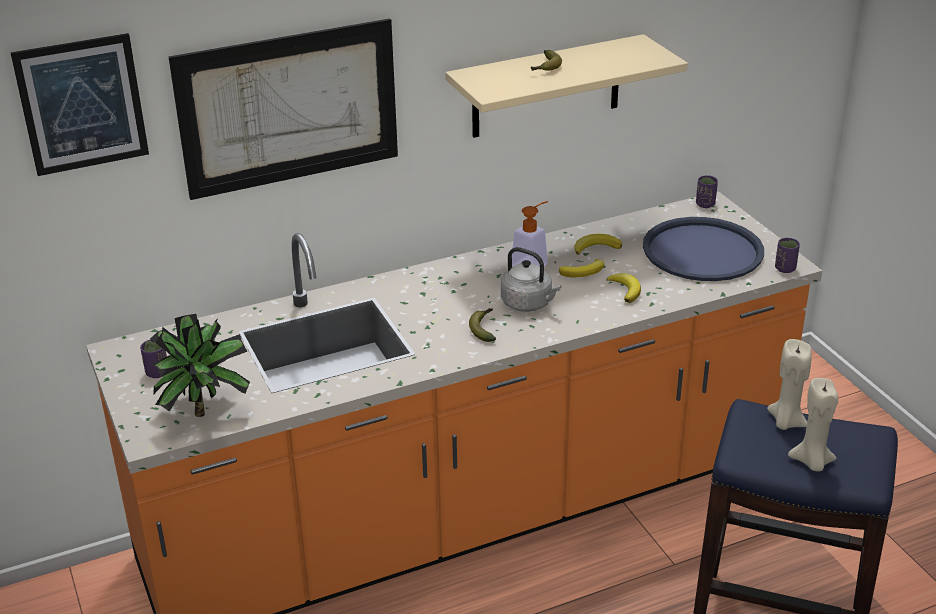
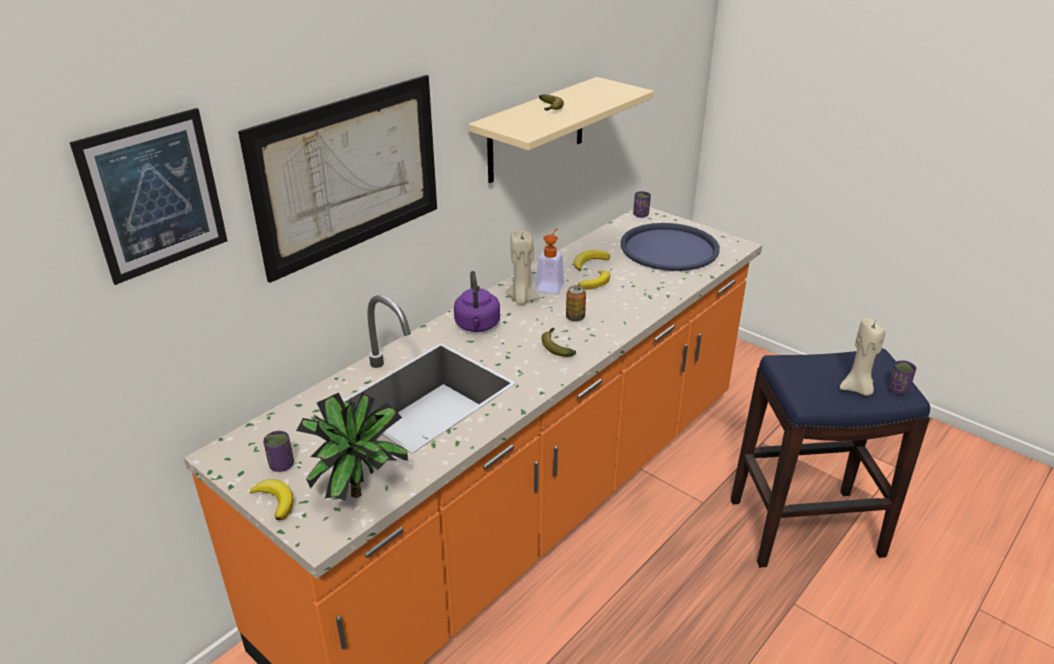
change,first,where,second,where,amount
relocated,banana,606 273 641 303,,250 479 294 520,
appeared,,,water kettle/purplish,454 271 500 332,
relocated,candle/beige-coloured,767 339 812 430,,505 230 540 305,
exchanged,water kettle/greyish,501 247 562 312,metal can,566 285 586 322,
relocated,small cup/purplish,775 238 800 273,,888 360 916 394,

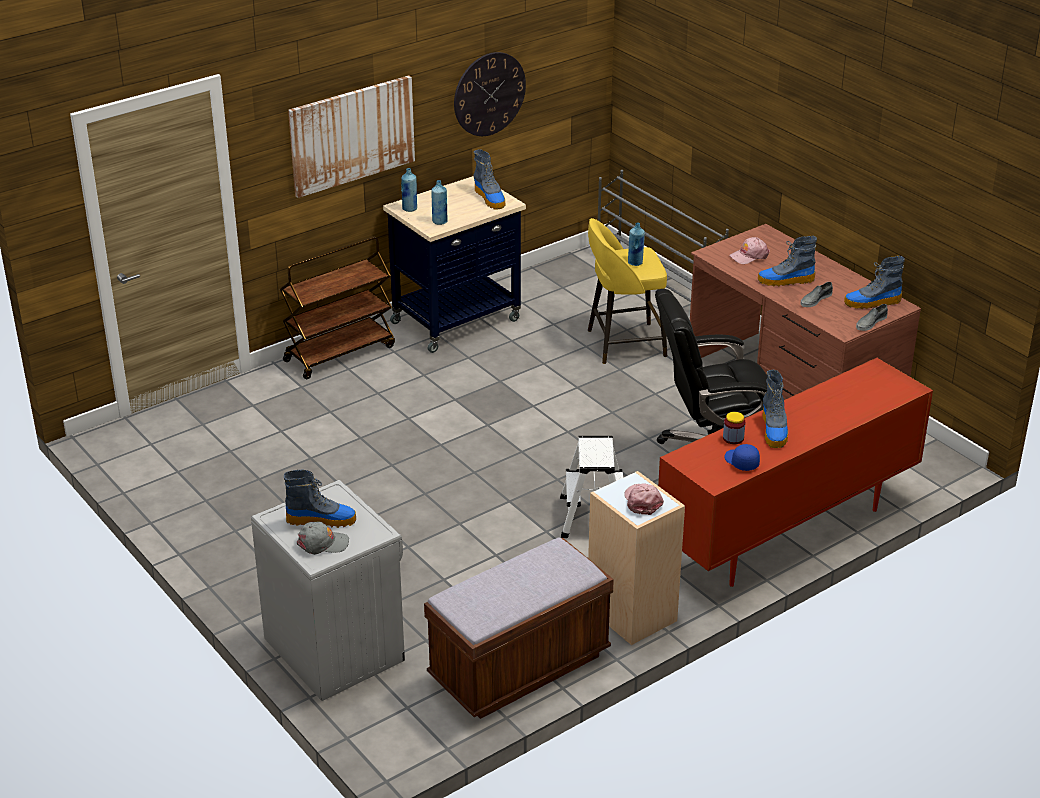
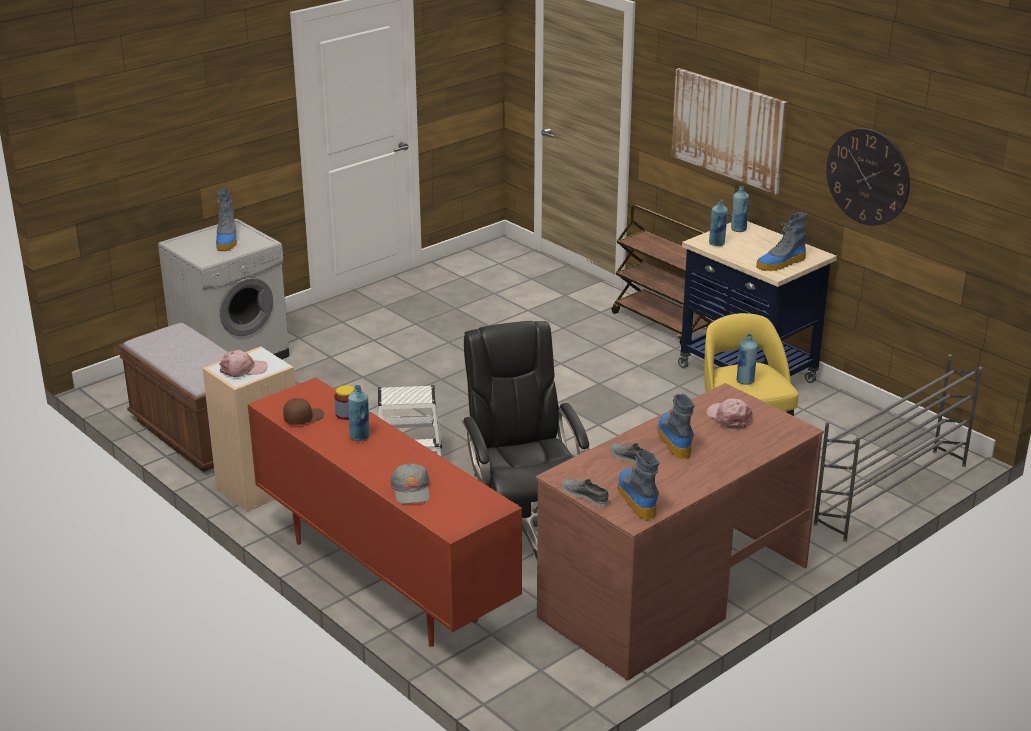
change,first,where,second,where,amount
colour,cap/blue-coloured,724 444 760 471,cap/brownish,283 398 324 425,
exchanged,boot,763 370 788 448,beverage bottle/blue-coloured,348 385 369 441,
relocated,cap/greyish,297 521 349 555,,390 464 430 504,

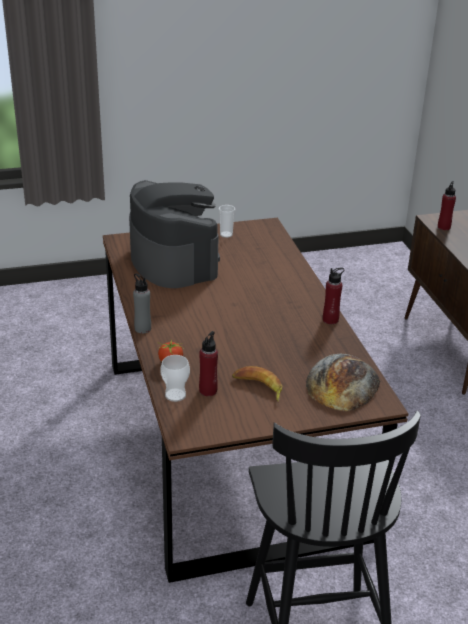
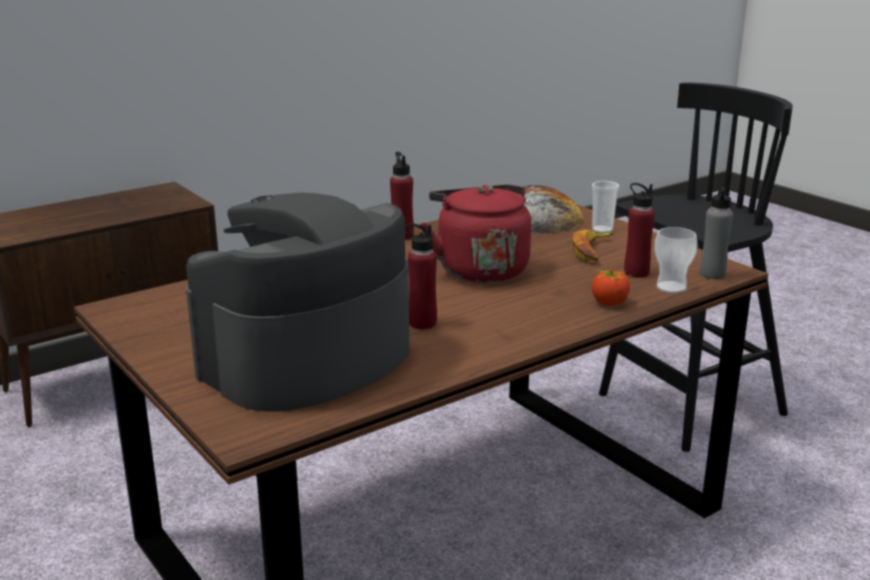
change,first,where,second,where,amount
relocated,beverage bottle/red-coloured,438 181 456 230,,407 223 437 329,
appeared,,,water kettle/red-coloured,420 185 531 283,
relocated,small cup,219 205 235 238,,592 181 619 233,
relocated,beverage bottle/greyish,133 274 151 333,,700 183 733 280,

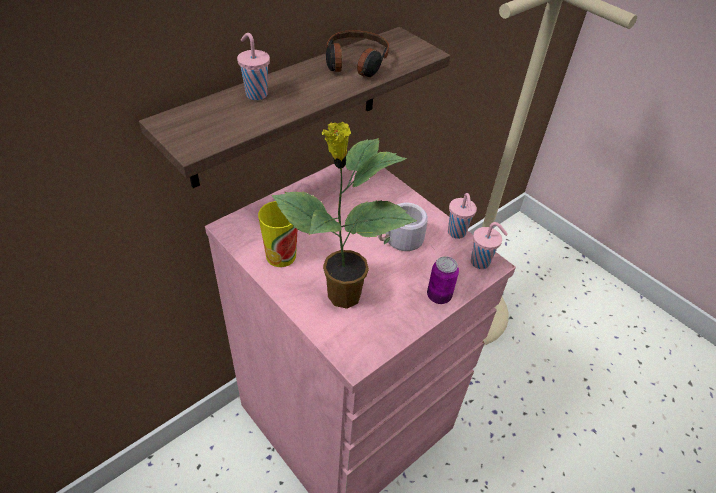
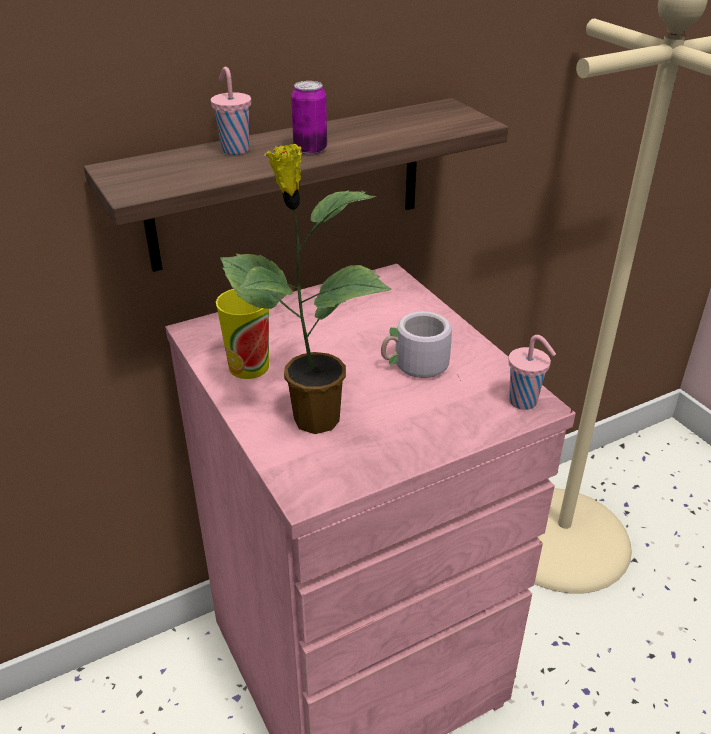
change,first,where,second,where,amount
relocated,metal can,427 256 459 304,,291 81 327 155,
missing,headset,326 30 389 77,,,
missing,small cup/pink,448 193 477 239,,,

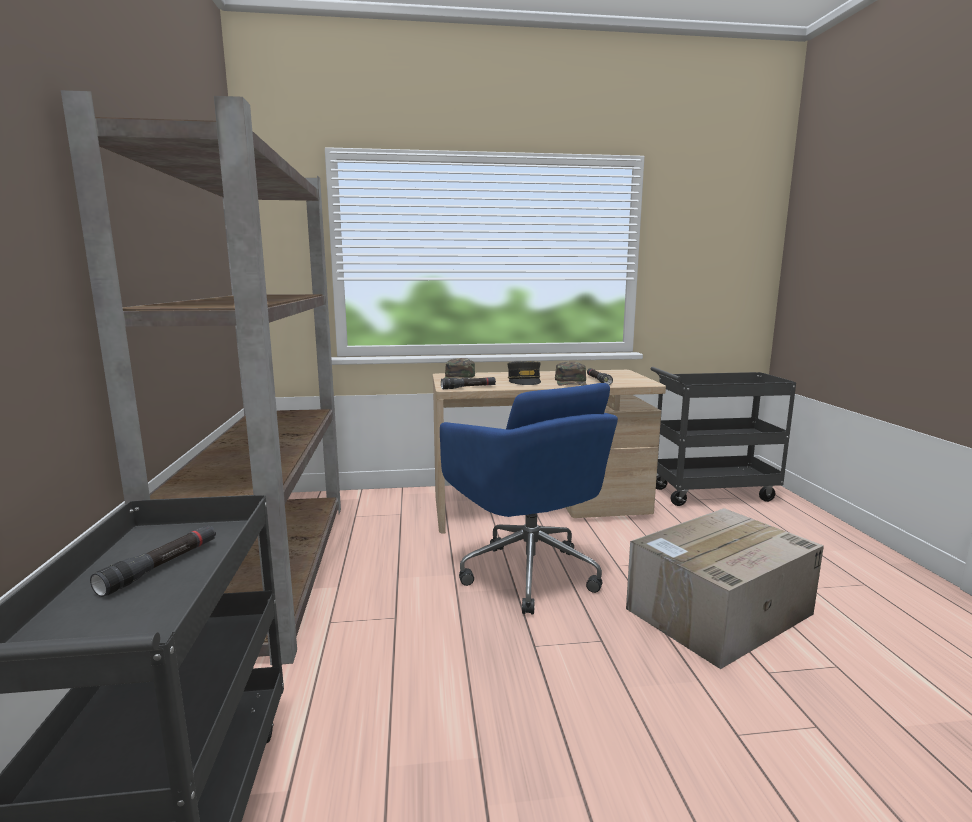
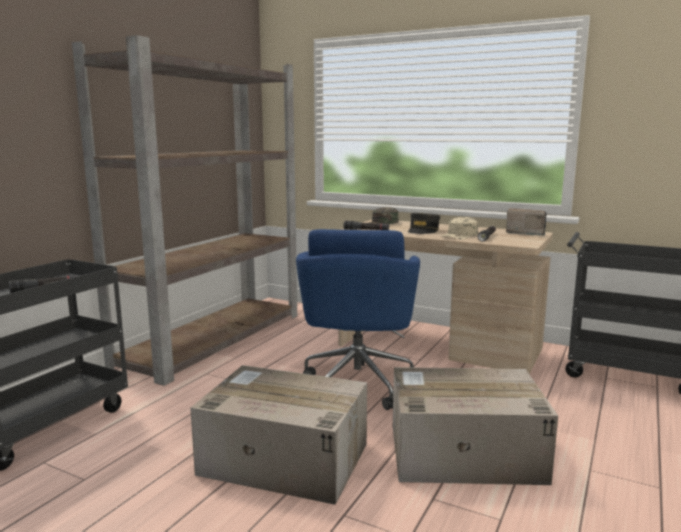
change,first,where,second,where,amount
appeared,,,cardboard box,190 365 367 505,
colour,cap/greenish,555 361 587 386,cap/beige-coloured,440 217 478 240,
appeared,,,radio receiver,506 208 547 235,

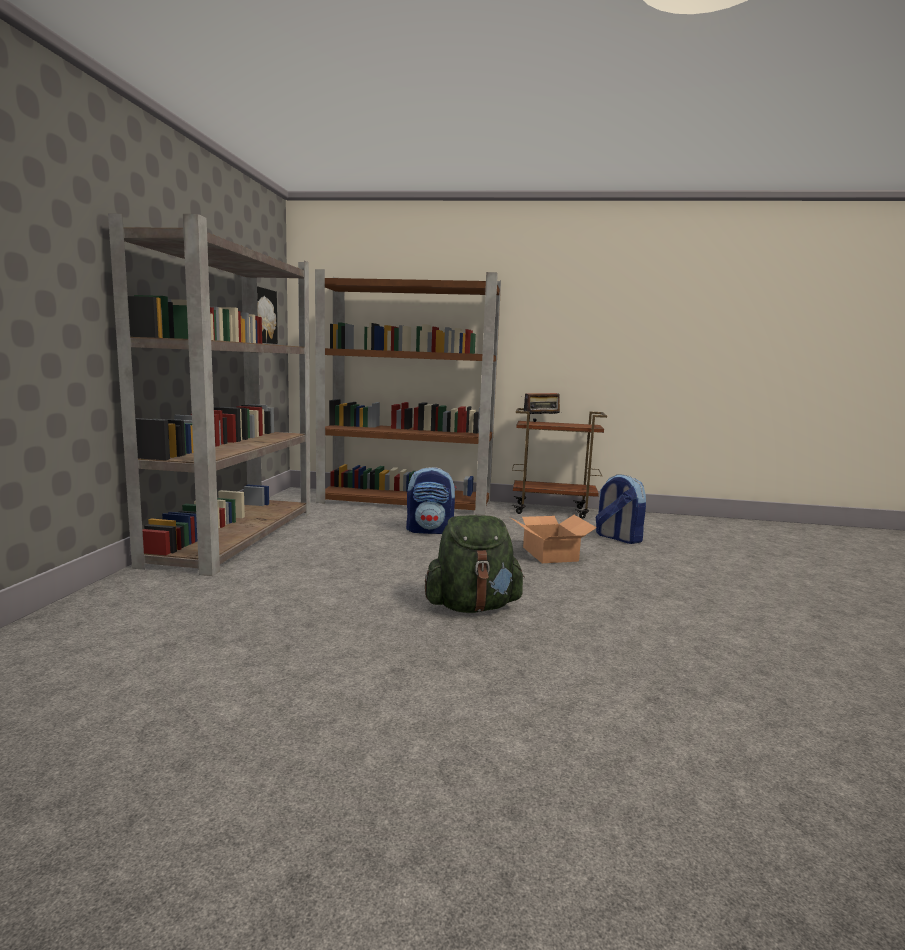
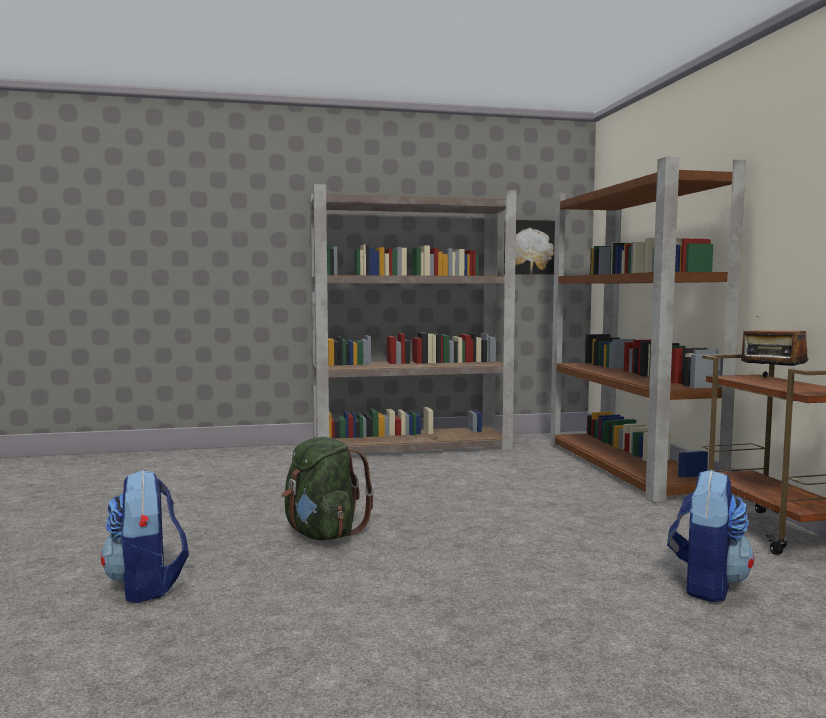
change,first,where,second,where,amount
relocated,knapsack,406 467 457 534,,101 470 189 603,
missing,cardboard box,510 515 597 563,,,

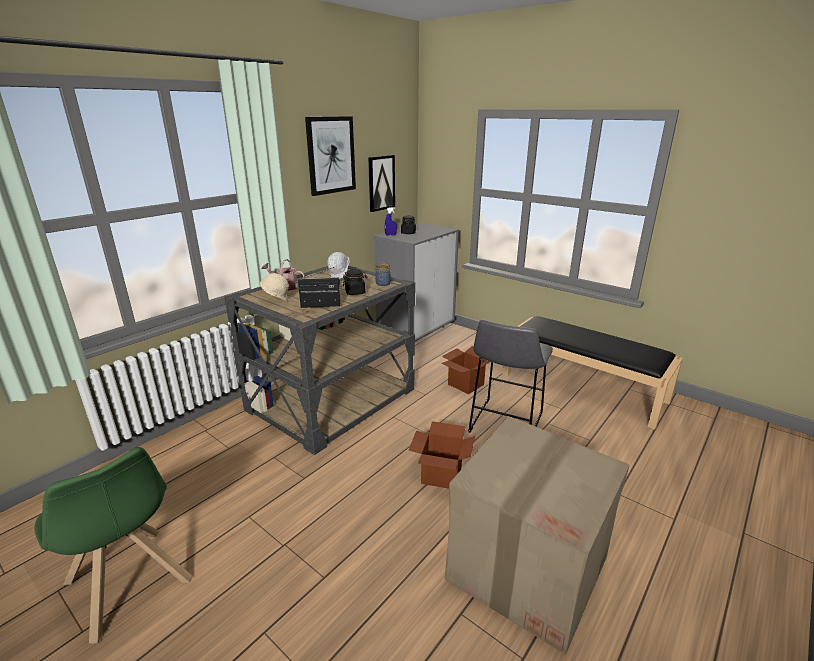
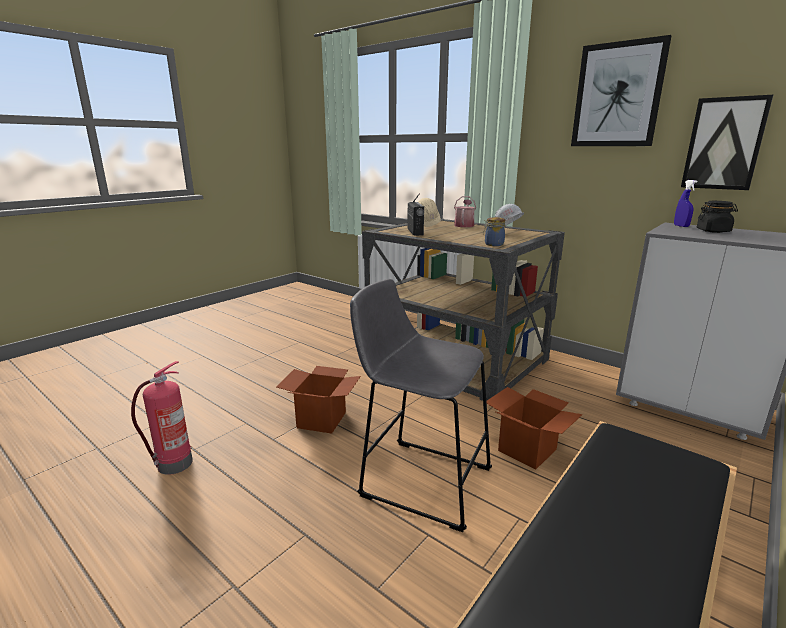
change,first,where,second,where,amount
exchanged,cardboard box,445 416 630 655,fire-fighting cylinder,131 361 193 475,
missing,chair/greenish,34 447 193 643,,,
missing,preserve jar/black-coloured,343 269 367 295,,,

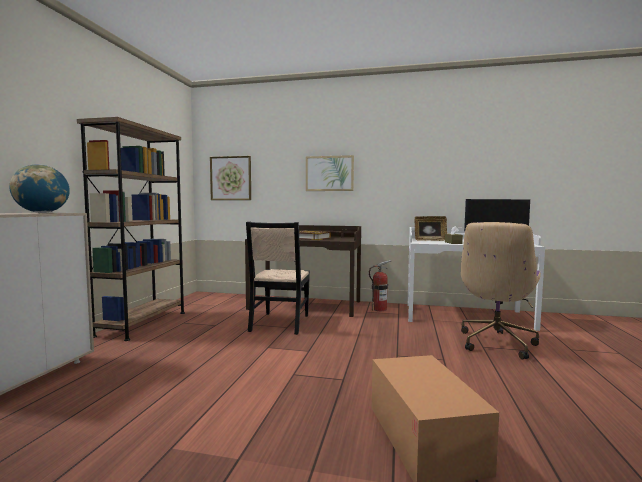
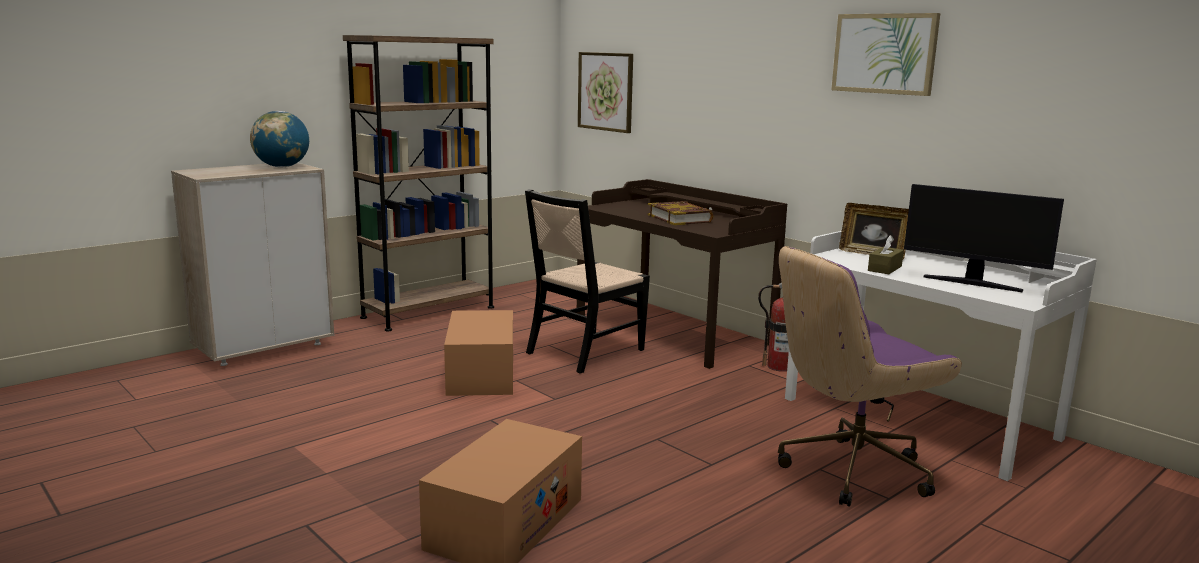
change,first,where,second,where,amount
appeared,,,cardboard box,444 310 513 396,
relocated,wall art,306 155 354 191,,831 13 940 96,

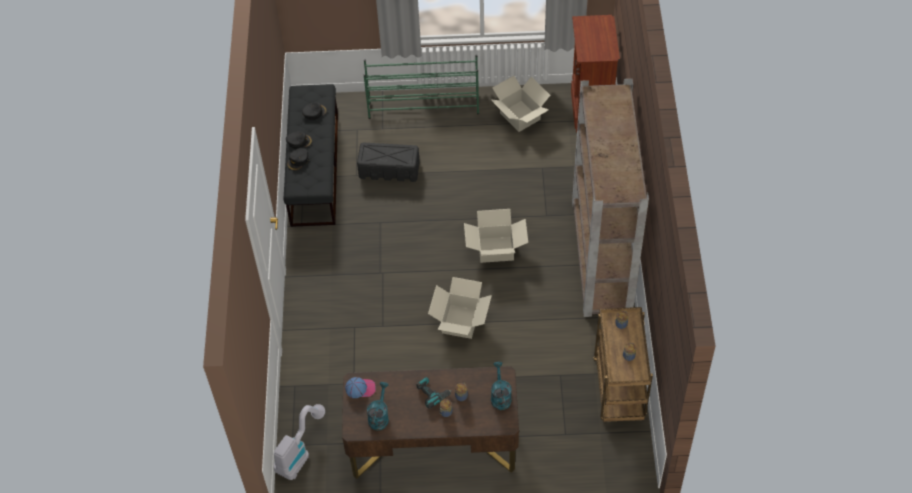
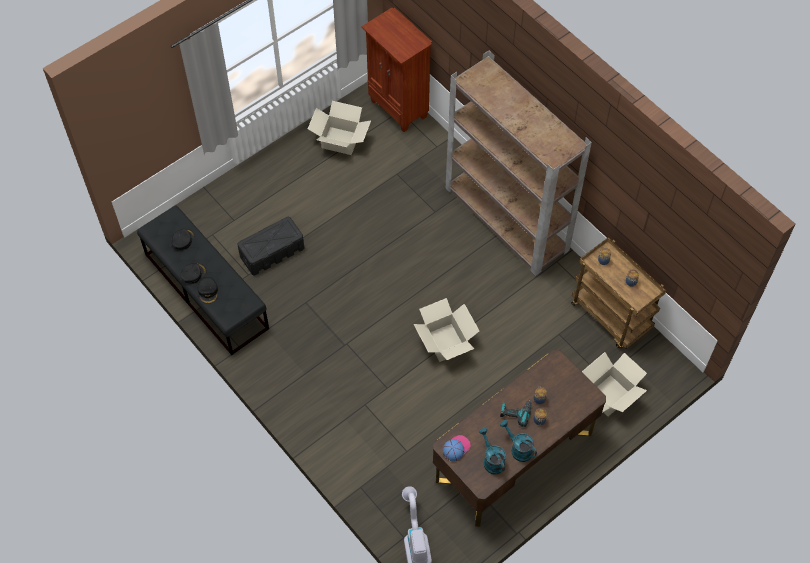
change,first,where,second,where,amount
relocated,watering can/blue-green,491 362 512 410,,500 420 537 462,
relocated,cardboard box,464 209 528 263,,582 352 647 417,
missing,shoe rack/greenish,364 55 479 119,,,

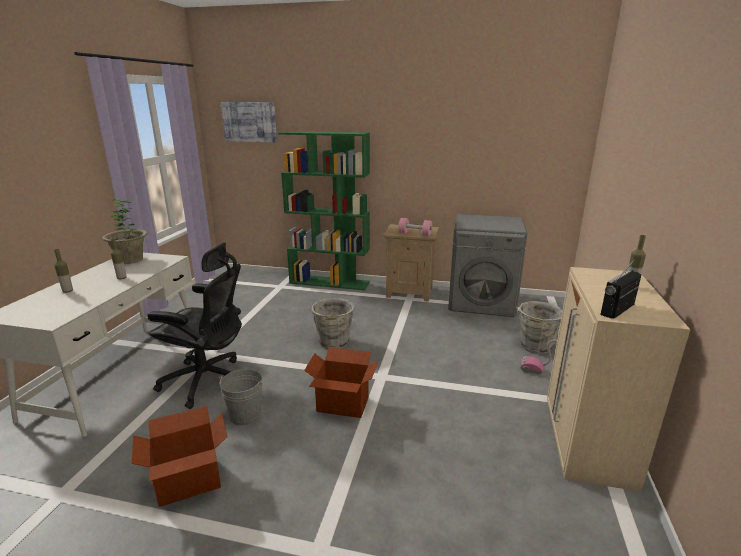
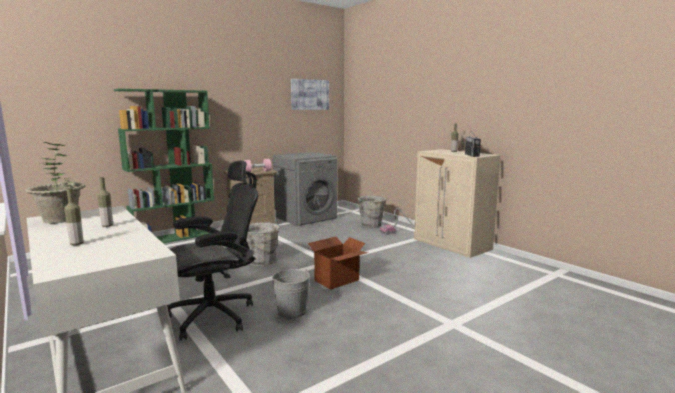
change,first,where,second,where,amount
relocated,wall art,221 102 277 143,,291 79 329 110,
missing,cardboard box,132 406 227 507,,,

